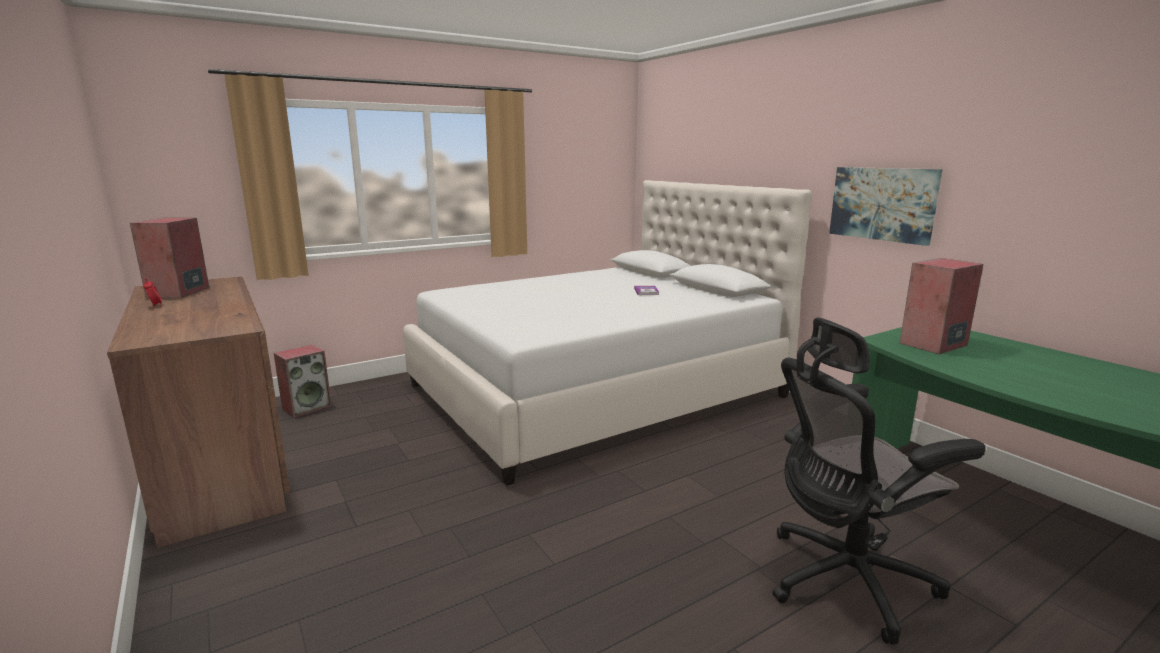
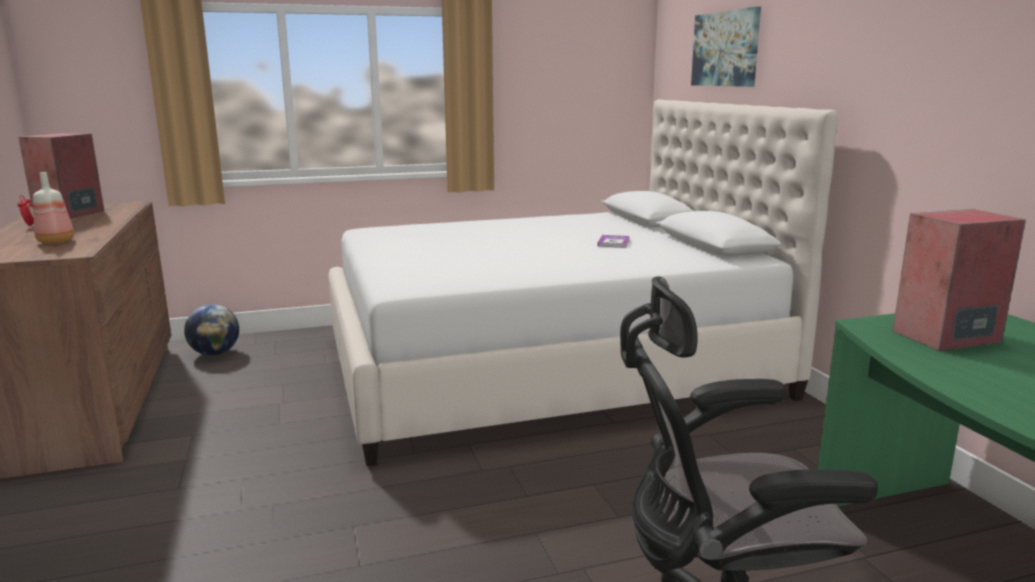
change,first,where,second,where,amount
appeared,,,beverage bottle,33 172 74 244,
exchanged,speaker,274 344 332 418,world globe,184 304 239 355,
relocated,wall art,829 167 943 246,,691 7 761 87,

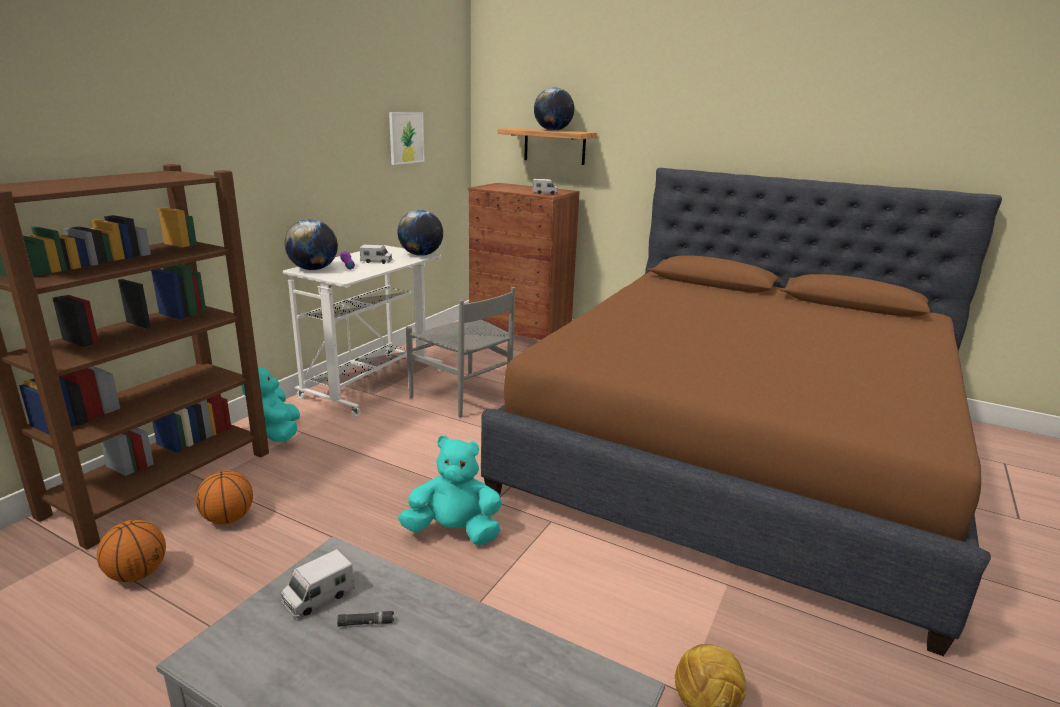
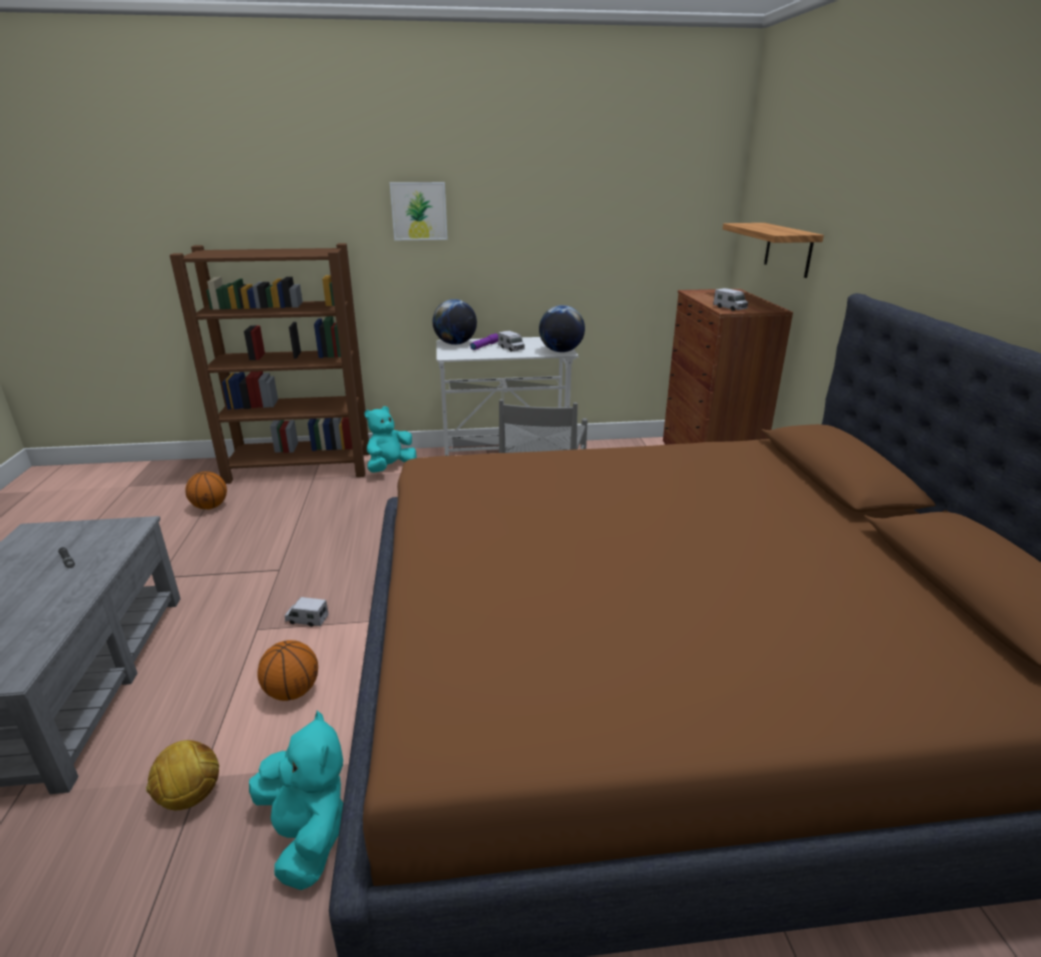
change,first,where,second,where,amount
relocated,soft toy/blue-green,398 435 502 545,,249 711 343 890,
relocated,ball for basketball,196 470 253 524,,257 640 318 701,
relocated,toy lorry,281 549 355 618,,285 597 329 627,
relocated,wall art,389 112 425 165,,390 182 448 241,
missing,world globe,534 87 574 131,,,

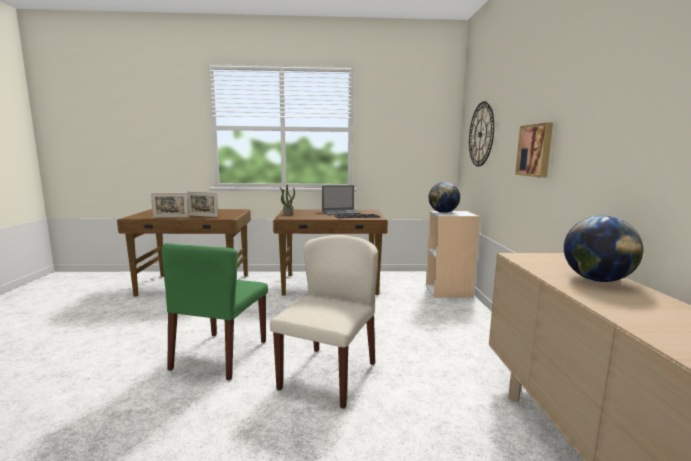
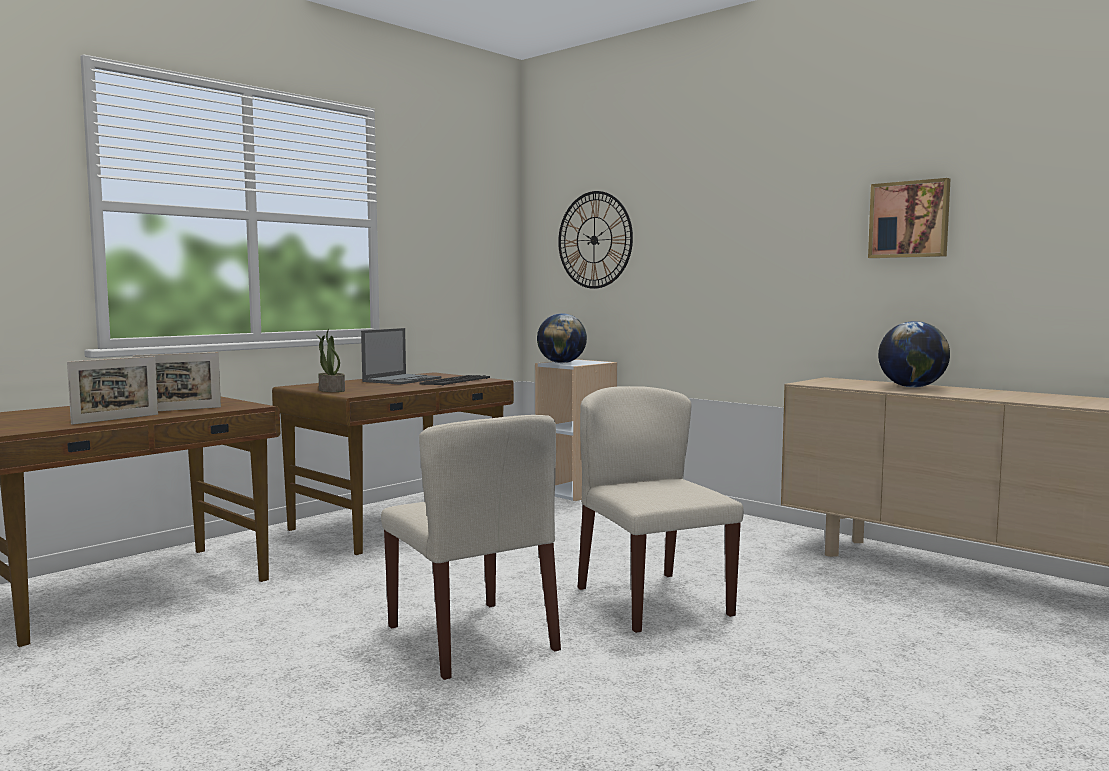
change,first,where,second,where,amount
colour,chair/greenish,161 243 268 380,chair/beige-coloured,381 415 561 680,
relocated,wall art,515 123 553 178,,868 178 950 258,

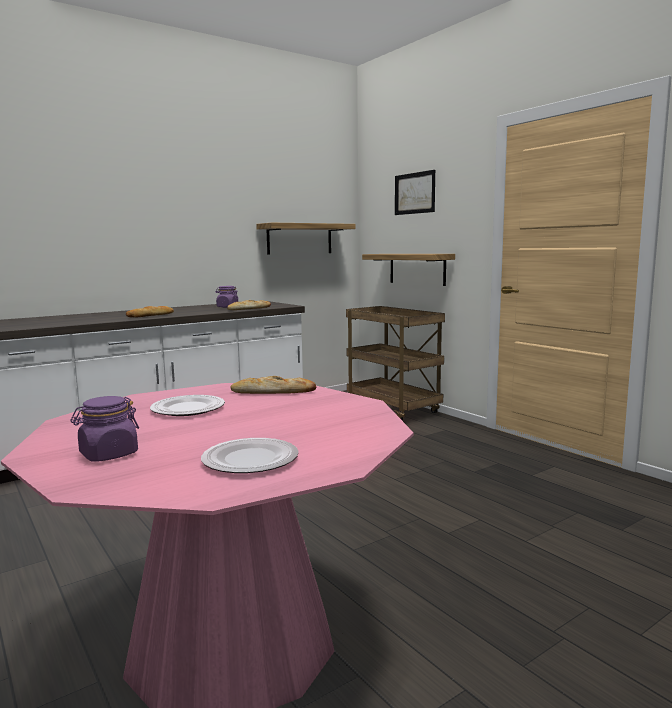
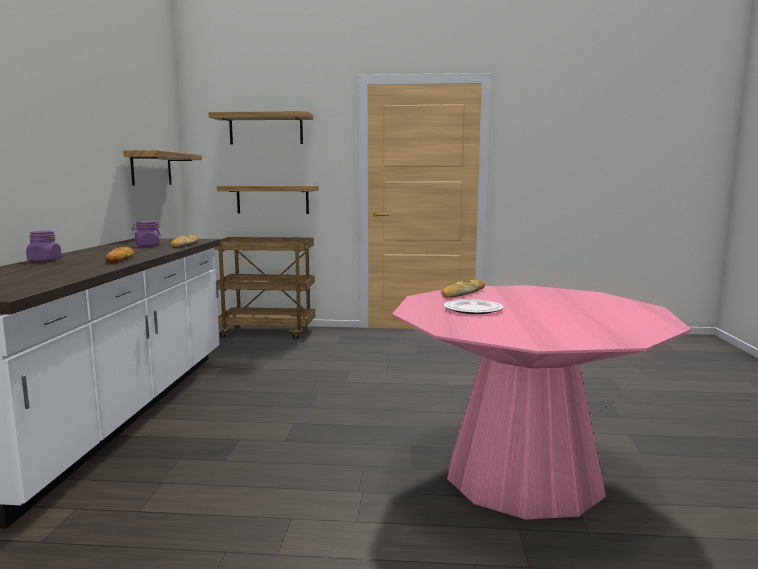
change,first,where,second,where,amount
relocated,preserve jar/purplish,70 396 139 462,,26 231 62 262,
exchanged,wall art,395 170 435 215,bracket shelf,208 111 313 144,
missing,flat dish,201 438 299 473,,,

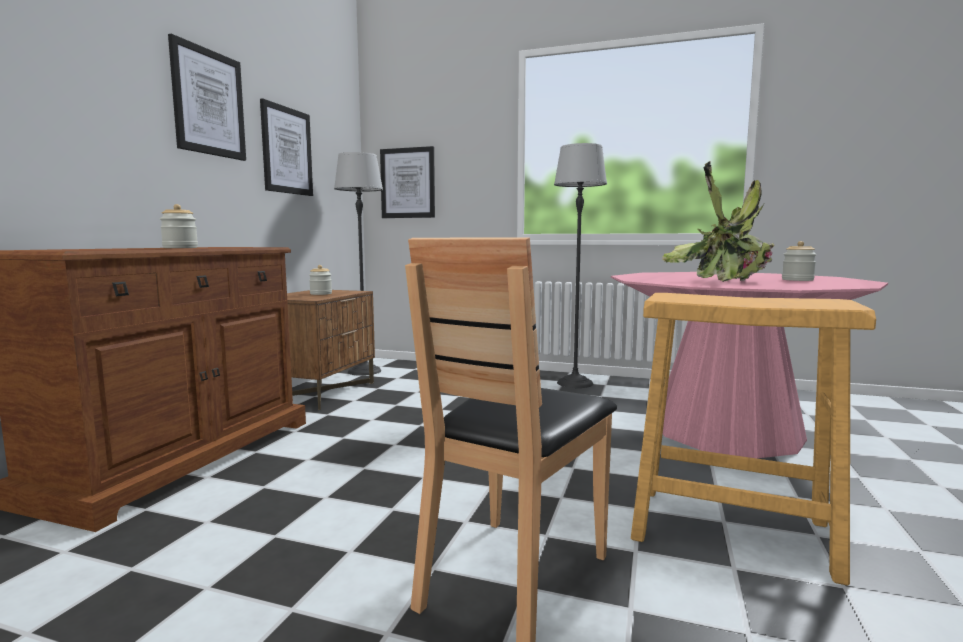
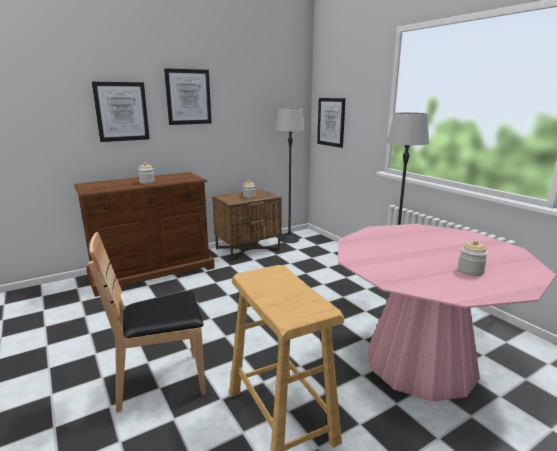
change,first,where,second,where,amount
relocated,wall art,260 98 313 196,,92 82 150 142,
missing,houseplant,662 161 774 282,,,

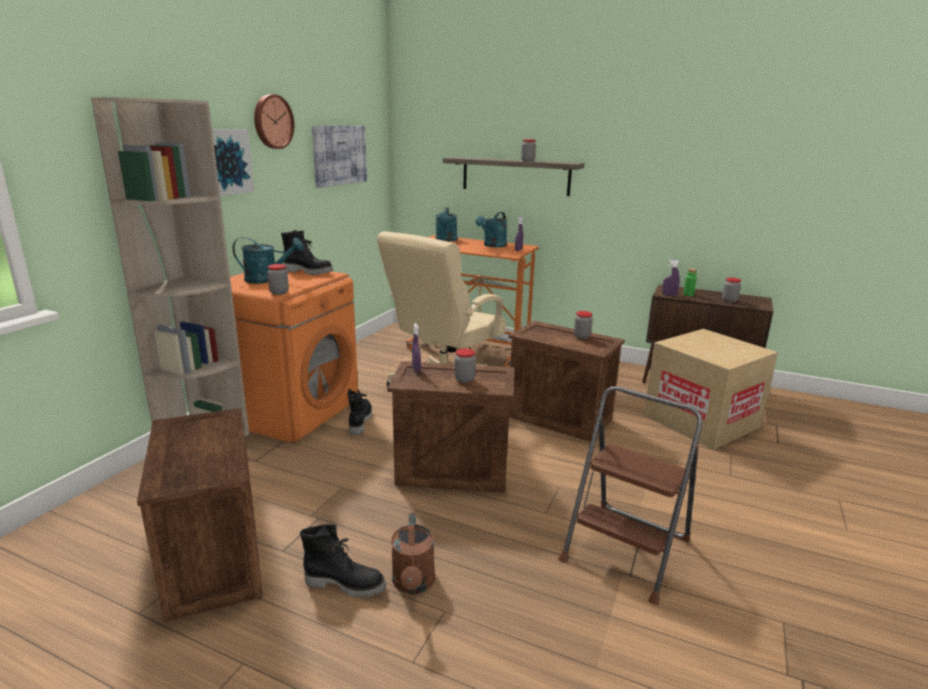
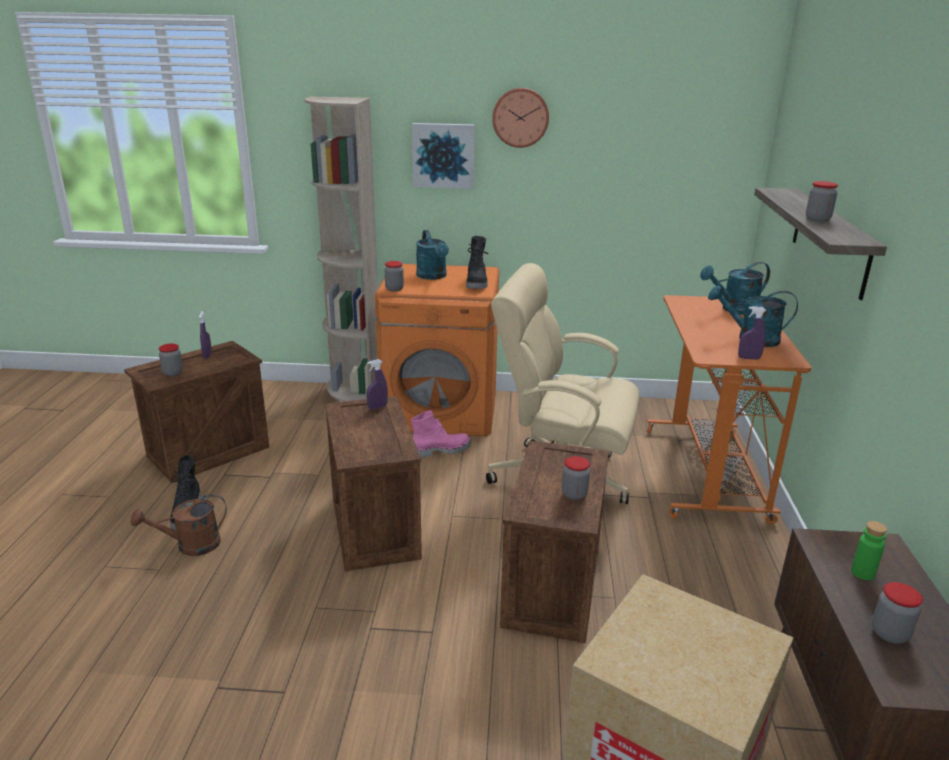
change,first,where,second,where,amount
relocated,preserve jar,454 348 476 383,,159 343 183 377,
relocated,hand sprayer/purplish,662 259 680 296,,199 311 212 359,
colour,boot/black-coloured,347 388 372 435,boot/pink,411 410 471 458,
missing,wall art,312 125 367 188,,,
missing,step stool/brownish,558 386 702 605,,,

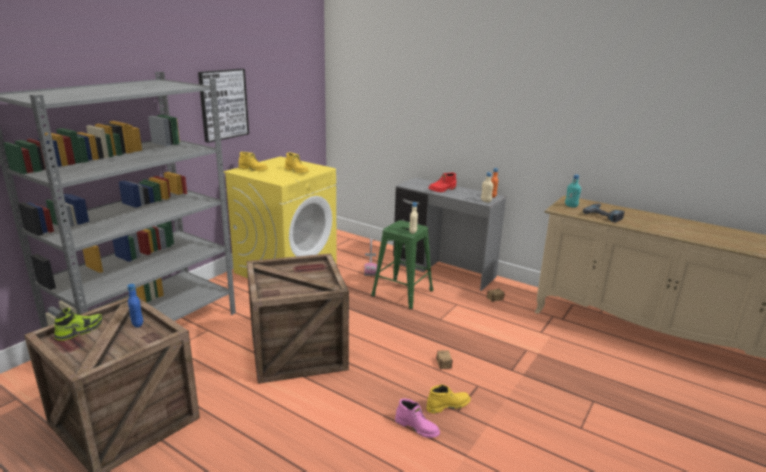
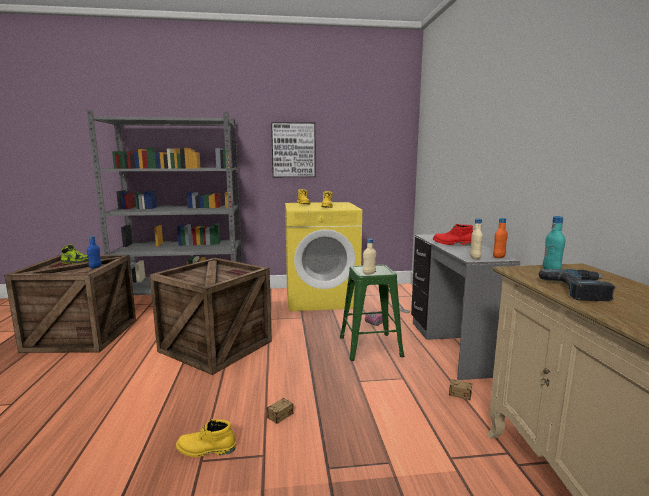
change,first,where,second,where,amount
spun,boot/yellow,426 384 471 414,,176 419 236 457,150 degrees clockwise
missing,boot/pink,395 399 440 438,,,

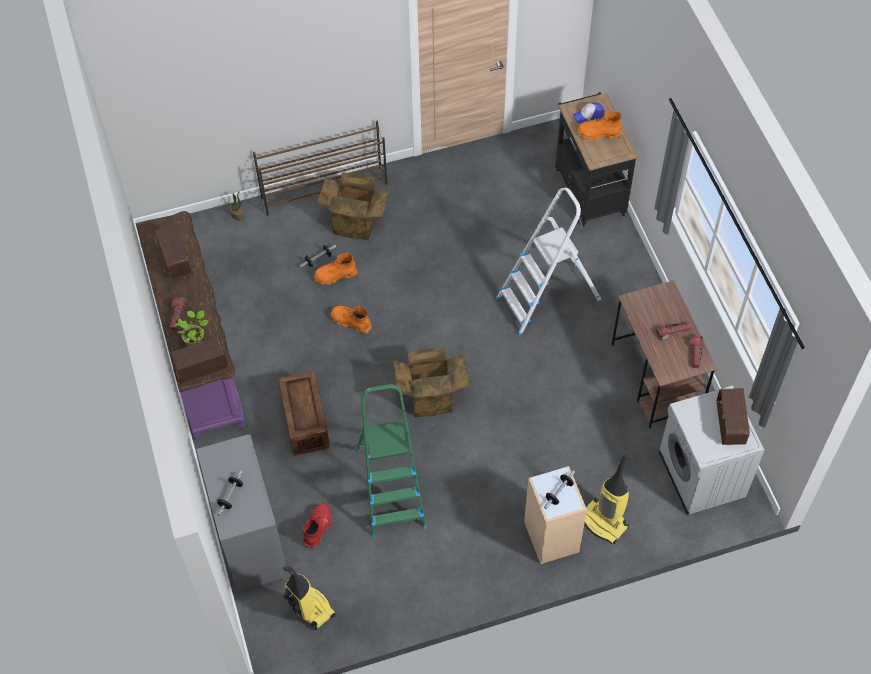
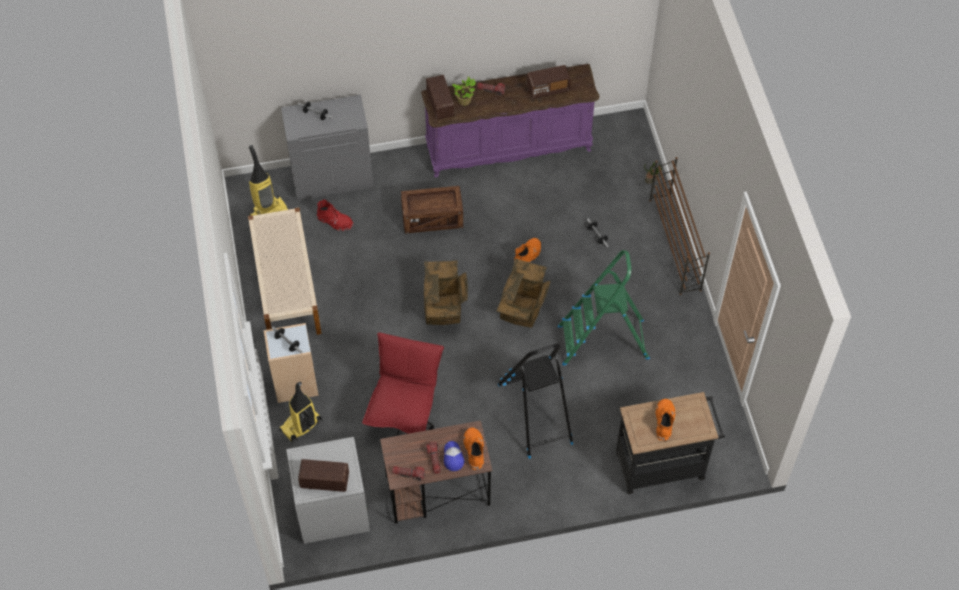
change,first,where,second,where,amount
appeared,,,bench/beige-coloured,248 208 322 335,
appeared,,,desk chair/red-coloured,362 332 444 436,
relocated,cap,573 102 605 124,,444 441 465 471,
relocated,boot/orangey,314 253 357 285,,463 428 484 470,
relocated,cardboard box,317 172 390 240,,497 258 551 328,
colour,step stool/white-coloured,496 188 602 336,step stool/black-coloured,498 343 573 459,
relocated,step stool/greenish,356 384 426 538,,558 250 650 365,

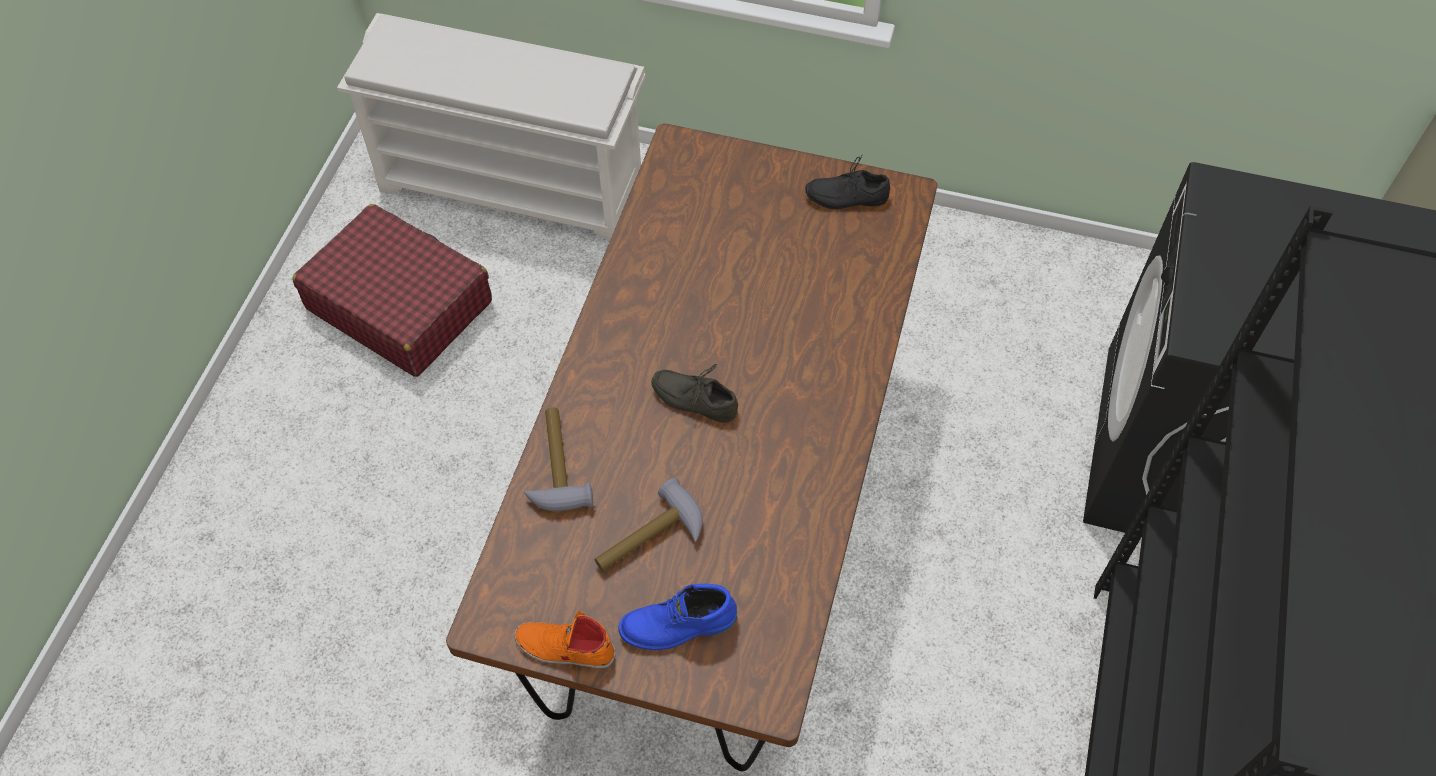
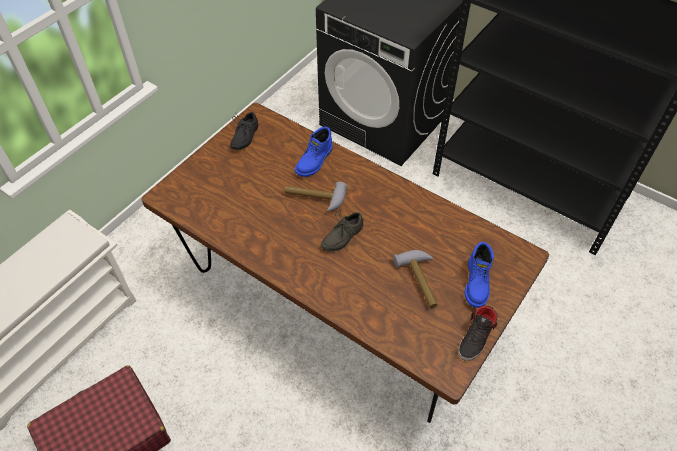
change,first,where,second,where,amount
relocated,hammer,524 408 593 511,,285 182 348 211,
appeared,,,boot/blue-coloured,295 127 333 177,
colour,shoe/orangey,515 611 616 669,shoe/black-coloured,458 306 497 361,

